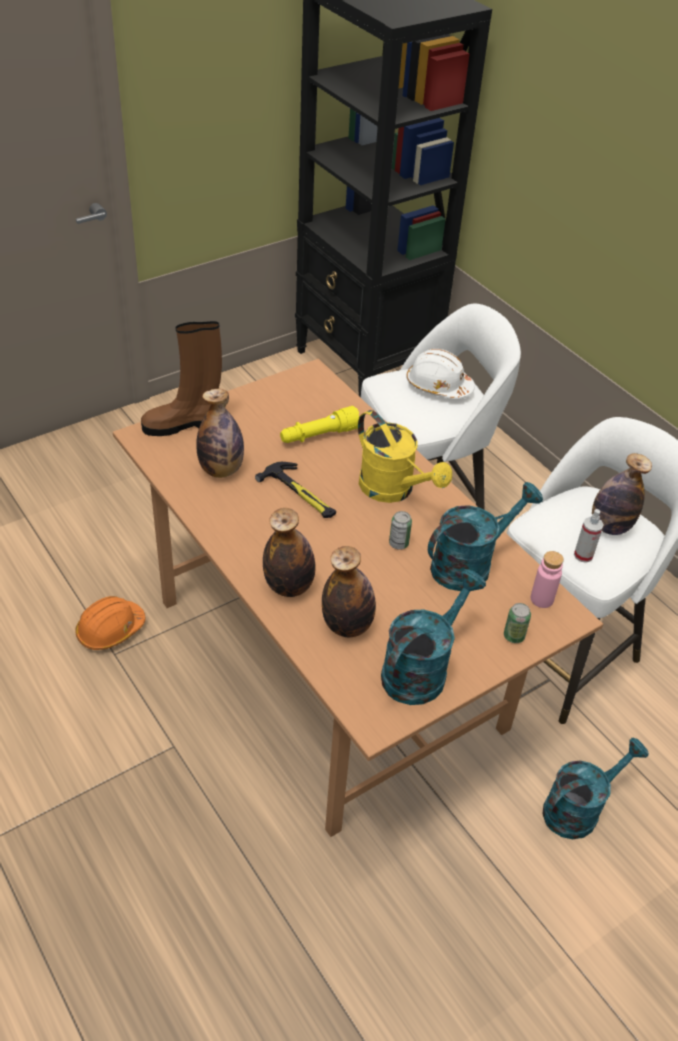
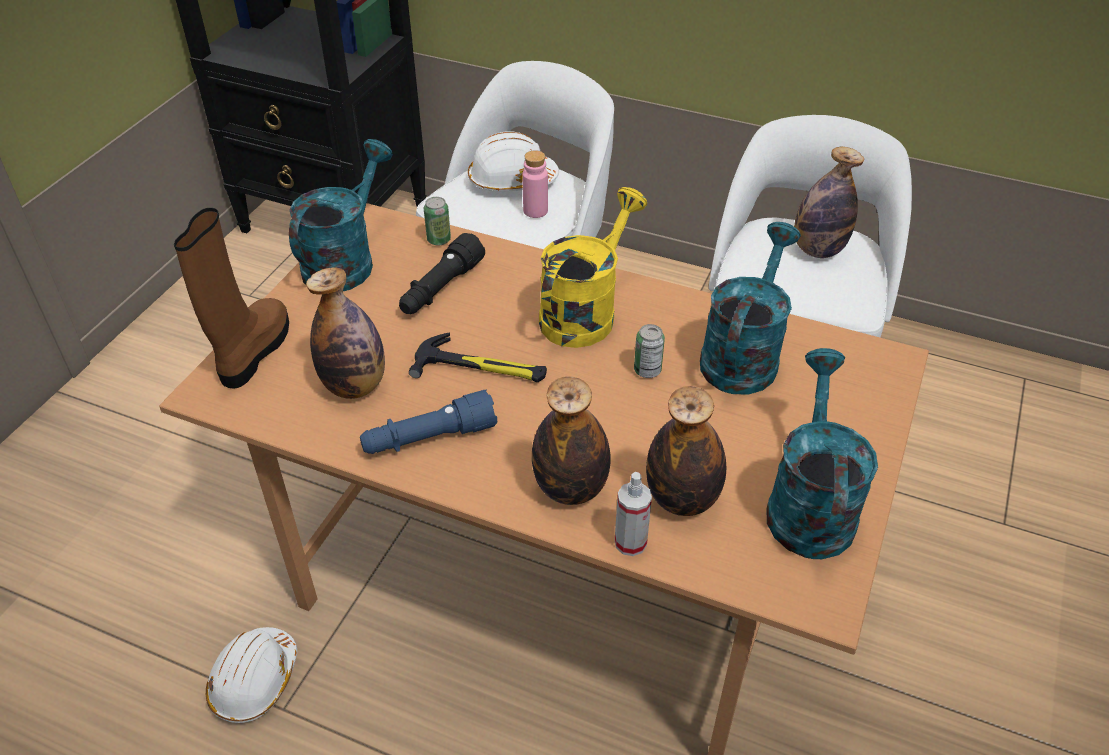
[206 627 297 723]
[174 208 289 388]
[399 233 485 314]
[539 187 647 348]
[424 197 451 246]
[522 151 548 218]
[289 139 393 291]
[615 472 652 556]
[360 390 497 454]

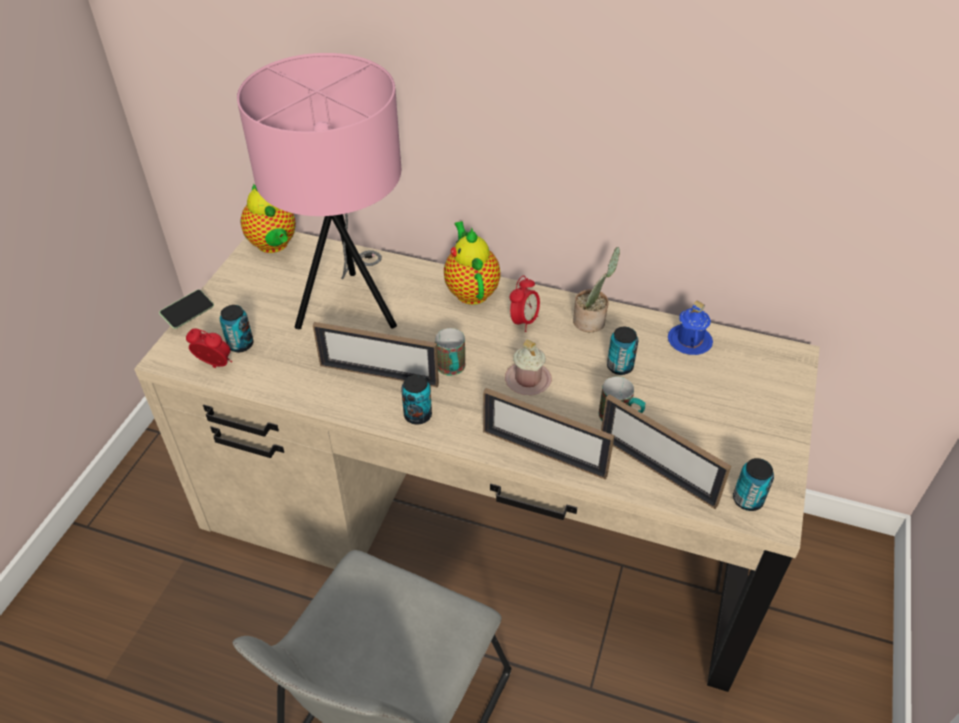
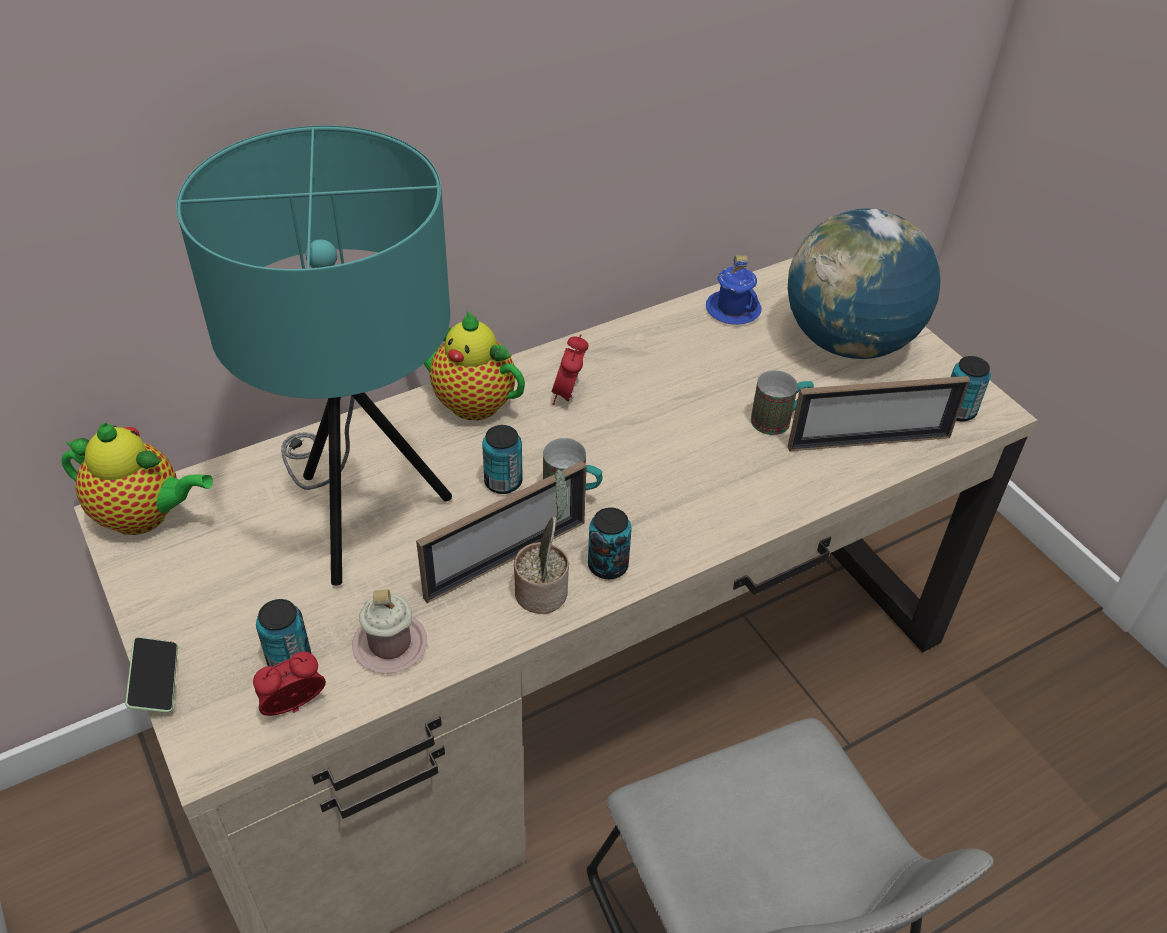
[176 125 452 586]
[483 388 615 480] (first image)
[352 589 427 674]
[552 334 589 405]
[514 469 569 614]
[482 425 523 494]
[788 208 940 359]

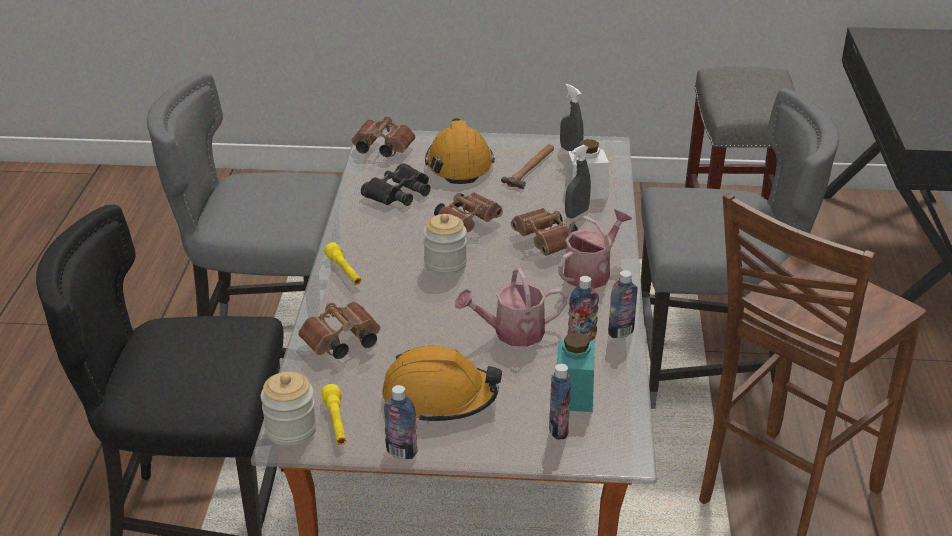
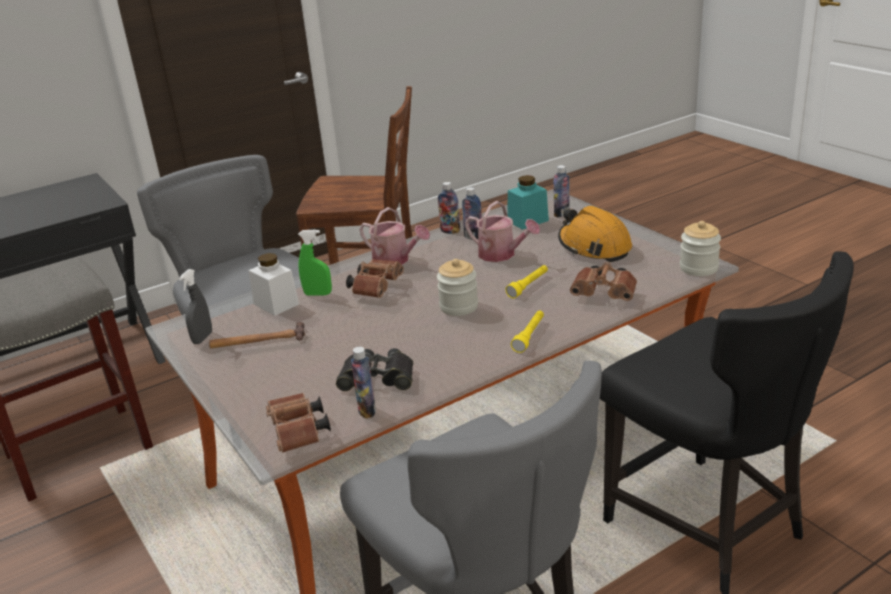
[506 265 548 298]
[351 347 376 419]
[425 118 495 184] (first image)
[434 192 503 232] (first image)
[359 207 430 265]
[298 229 332 296]

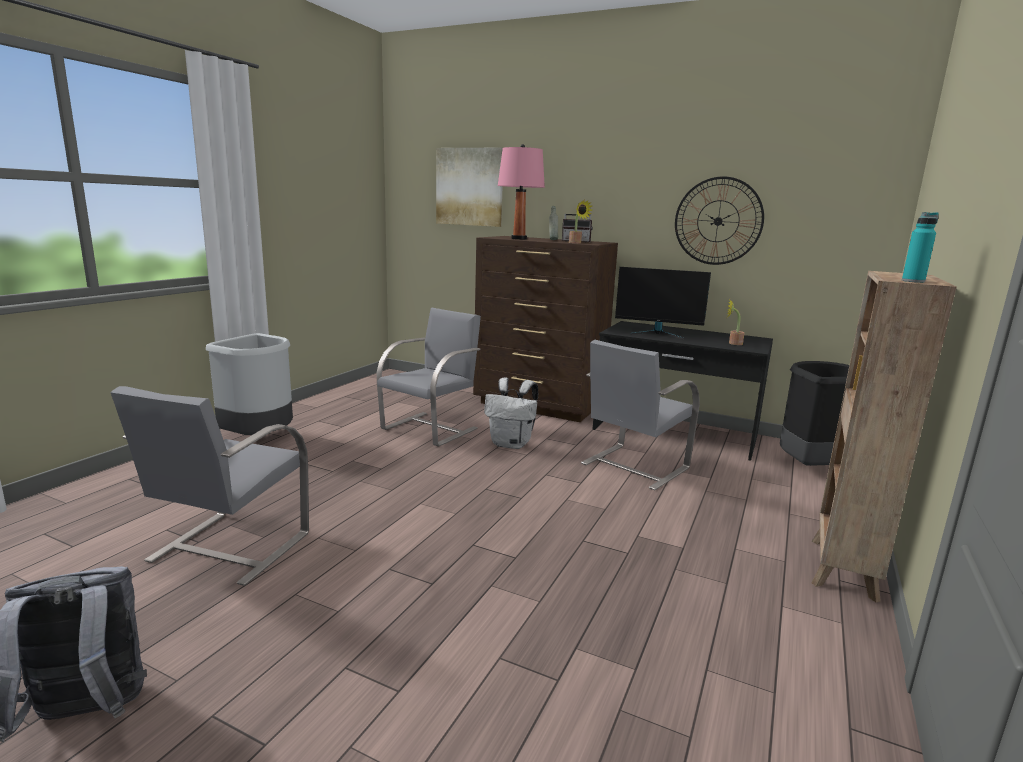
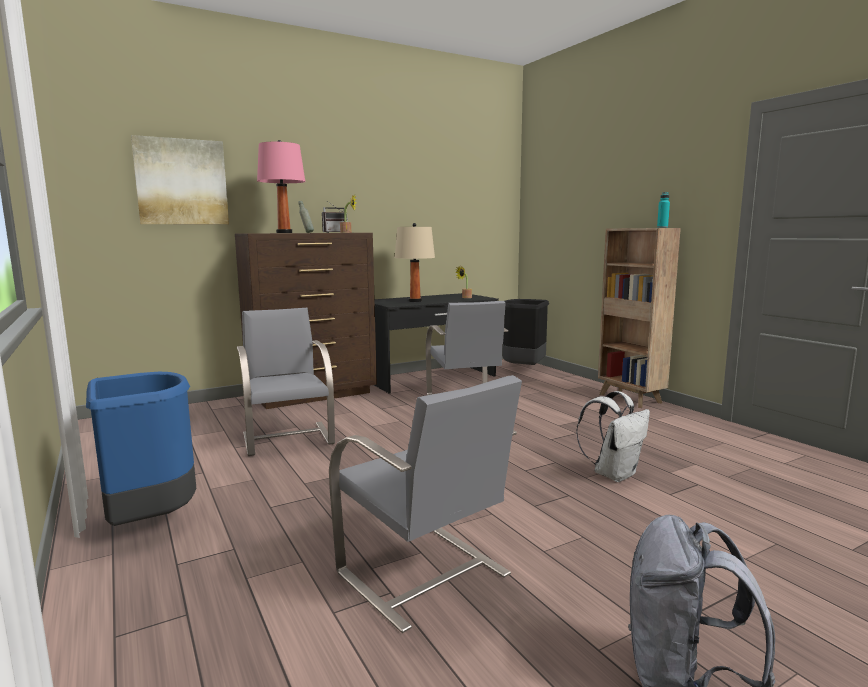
[86 372 196 526]
[576 391 650 482]
[395 223 435 302]
[675 176 764 265] (first image)

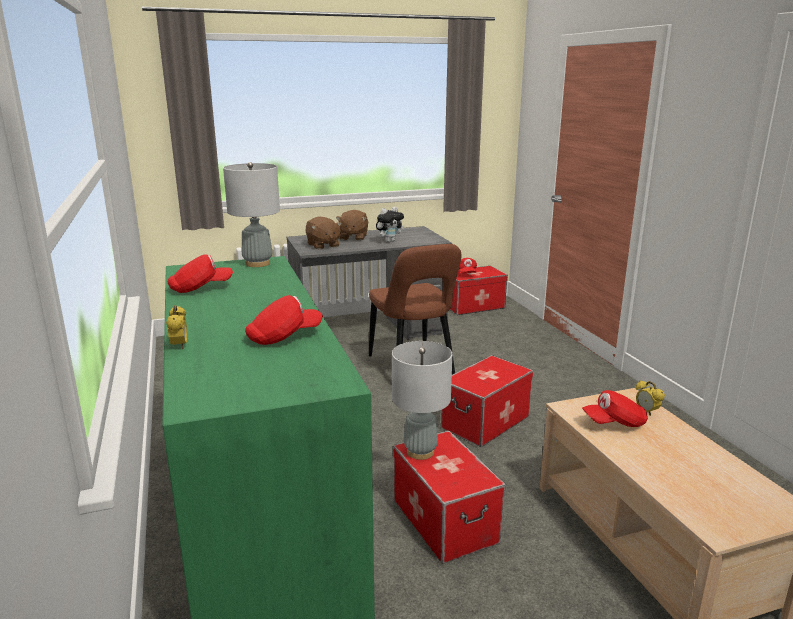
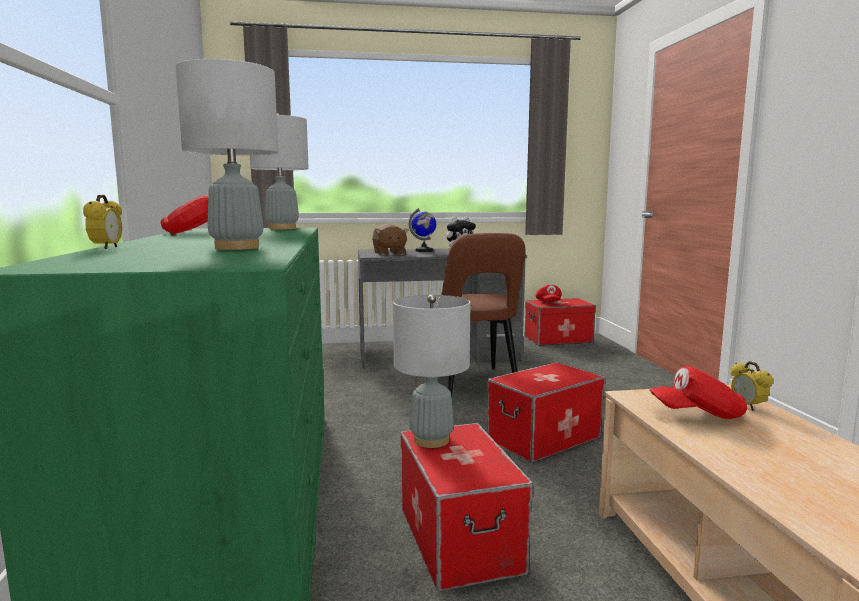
[176 59 278 250]
[409 208 436 252]

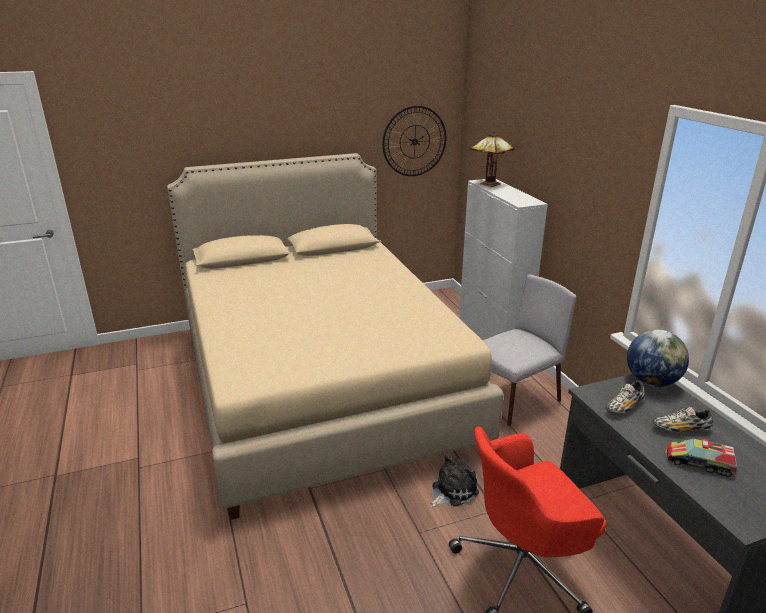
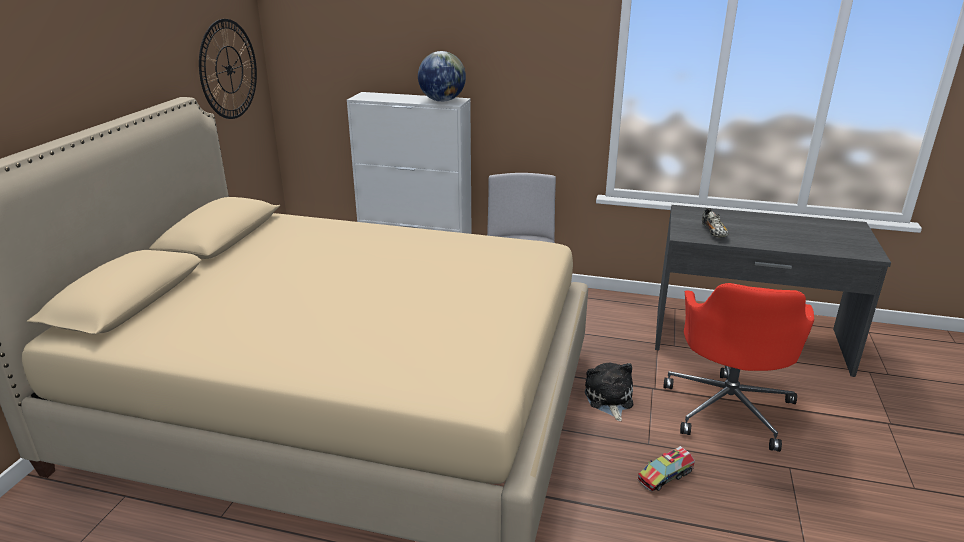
[470 132 515 187] (first image)
[418 51 466 102]
[653 407 713 433] (first image)
[638 446 695 491]

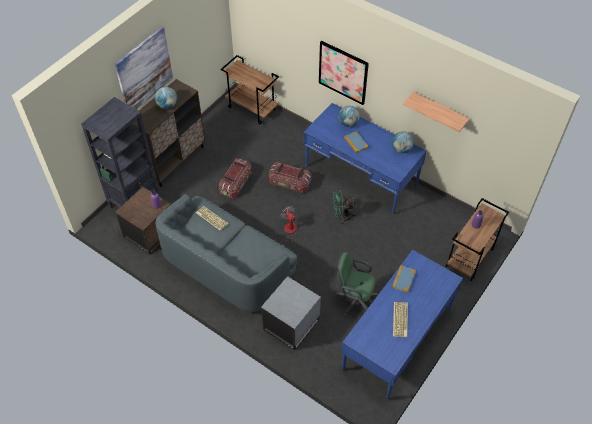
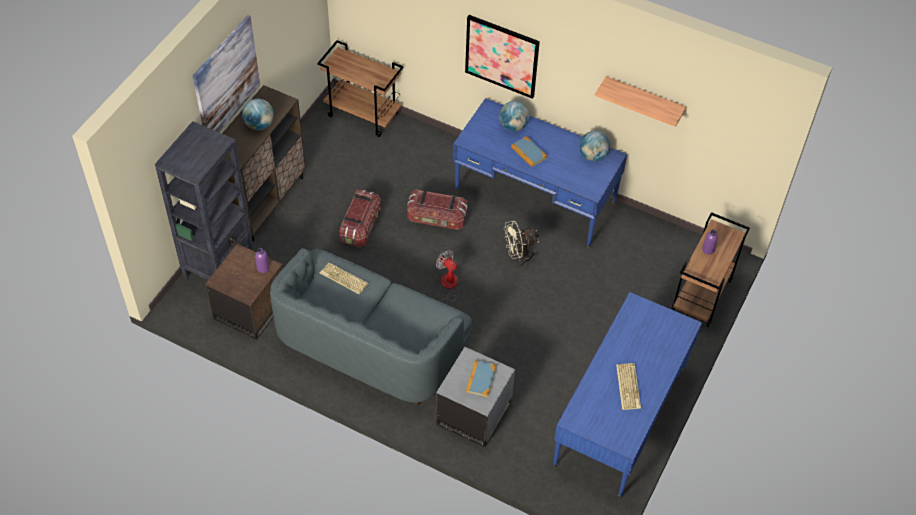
[504 221 539 268]
[336 252 378 317] (first image)
[466 360 497 398]

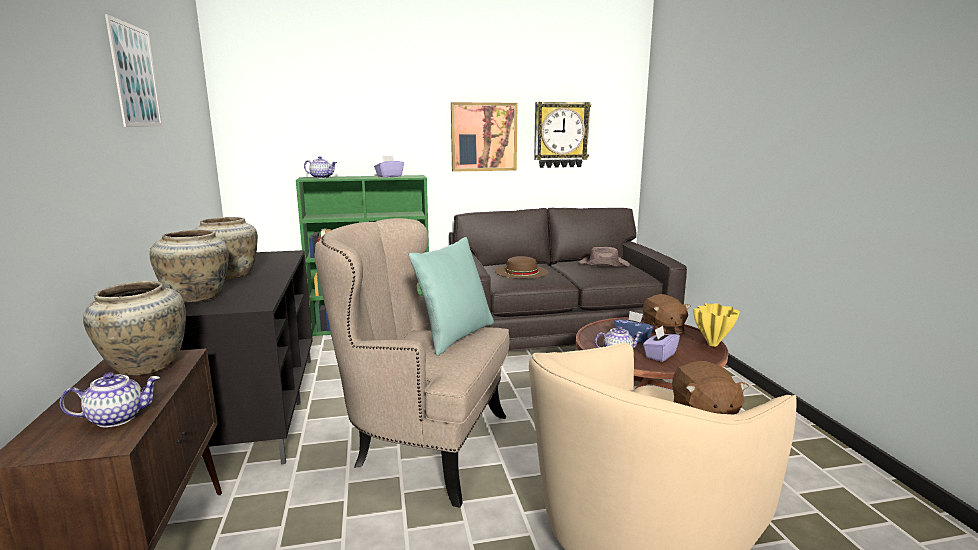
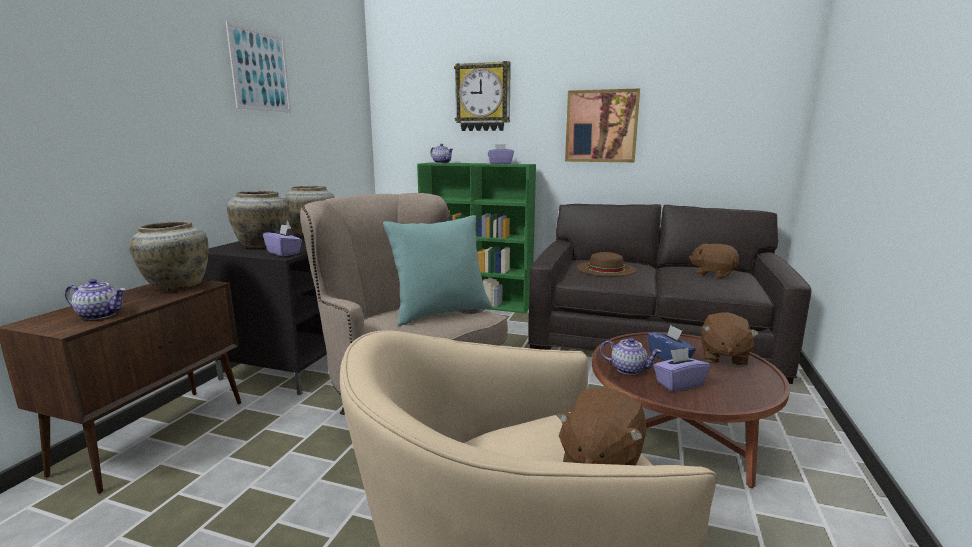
[454 61 511 131]
[689 243 739 279]
[693 303 740 347] (first image)
[263 224 302 256]

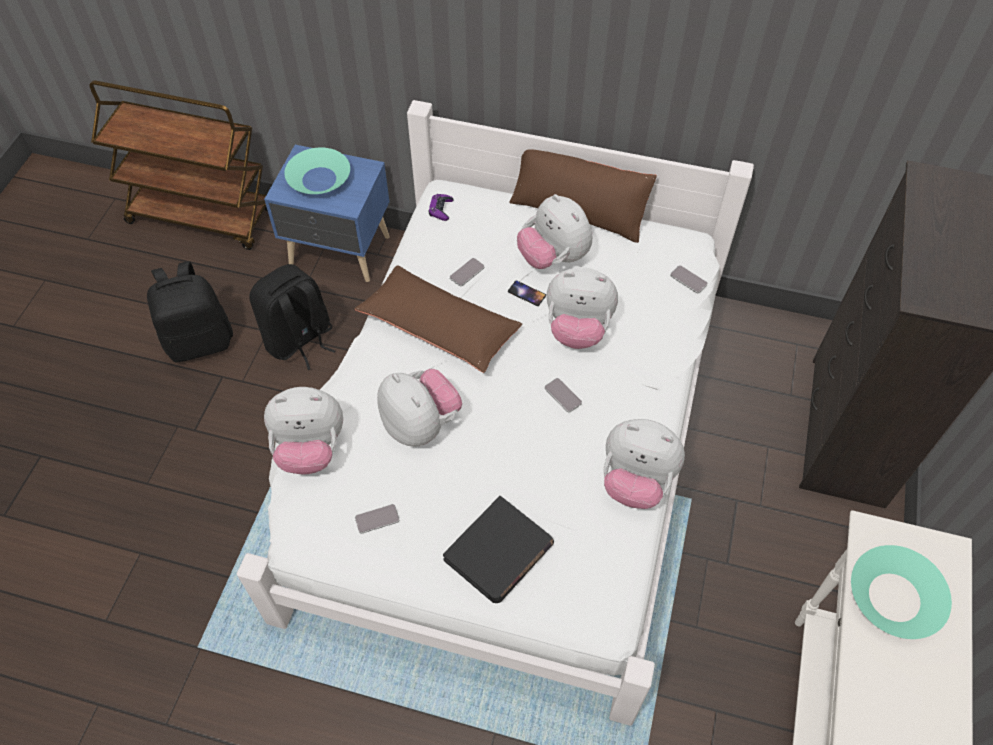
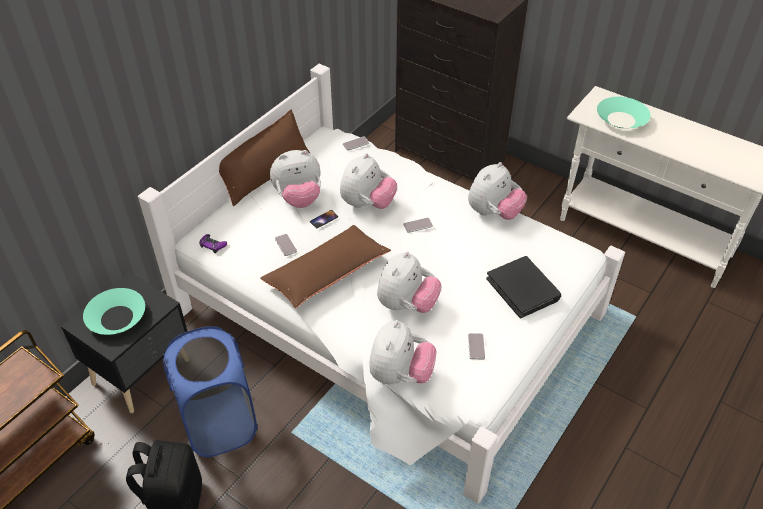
[163 326 257 457]
[61 272 188 413]
[377 251 441 313]

